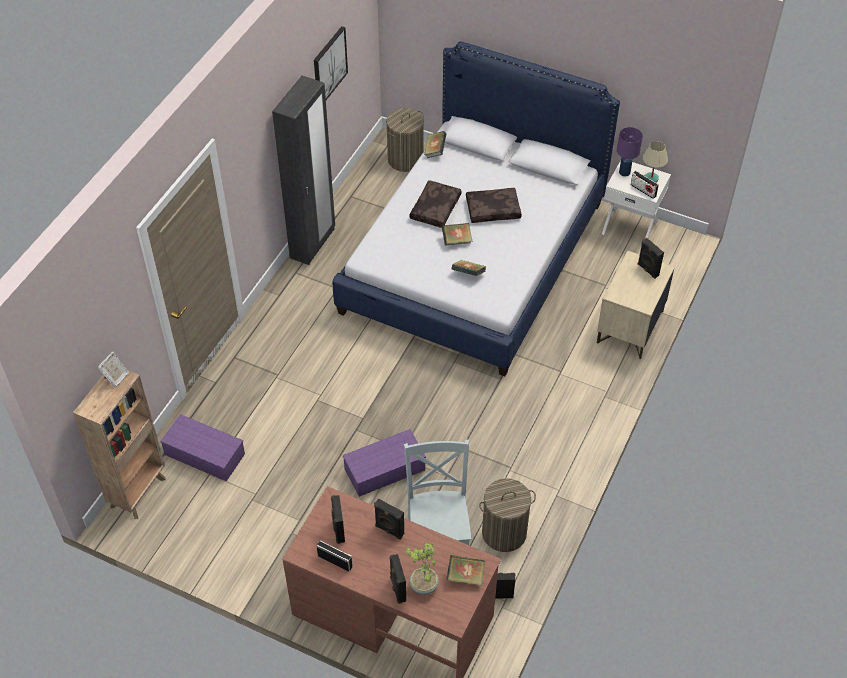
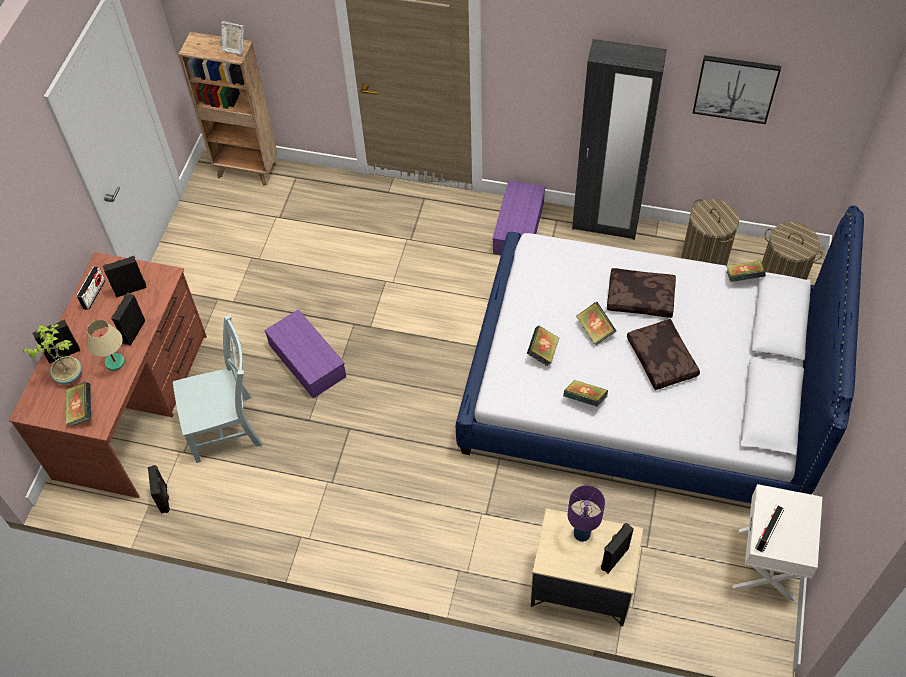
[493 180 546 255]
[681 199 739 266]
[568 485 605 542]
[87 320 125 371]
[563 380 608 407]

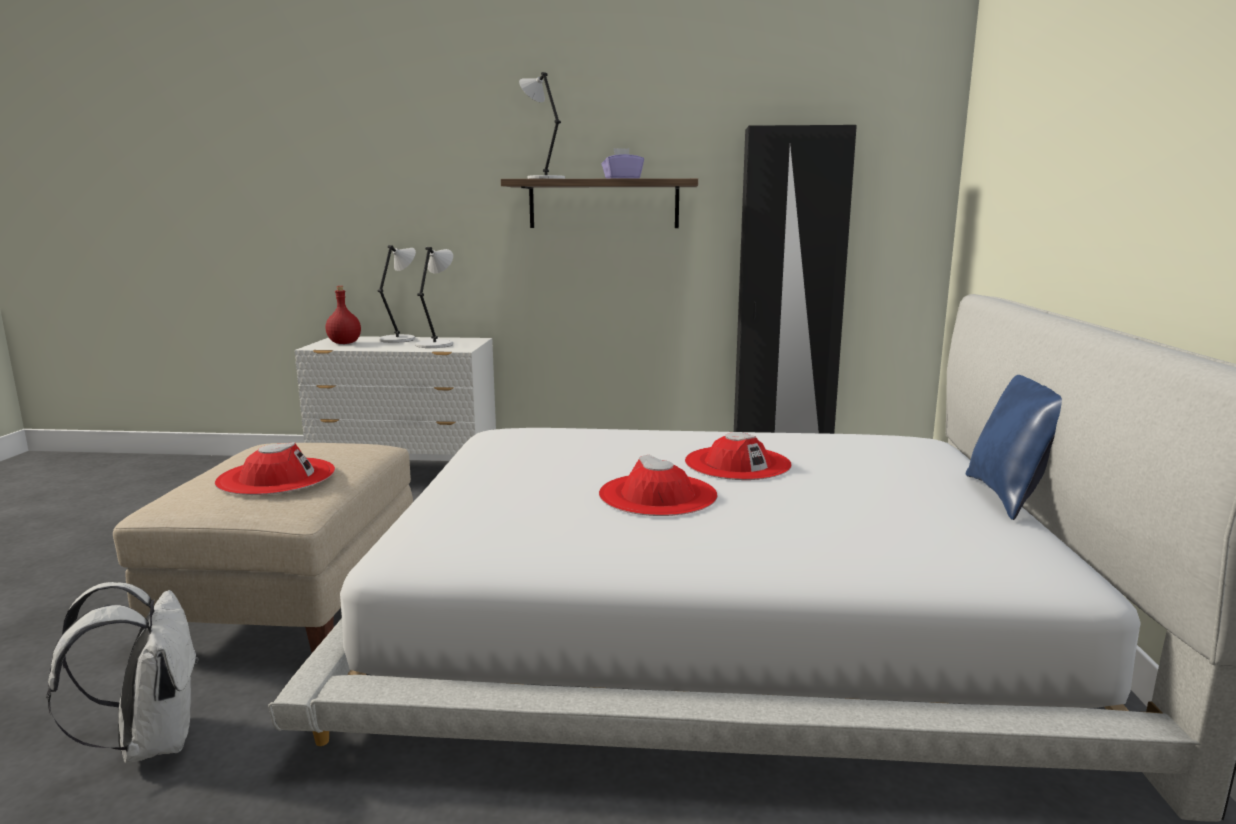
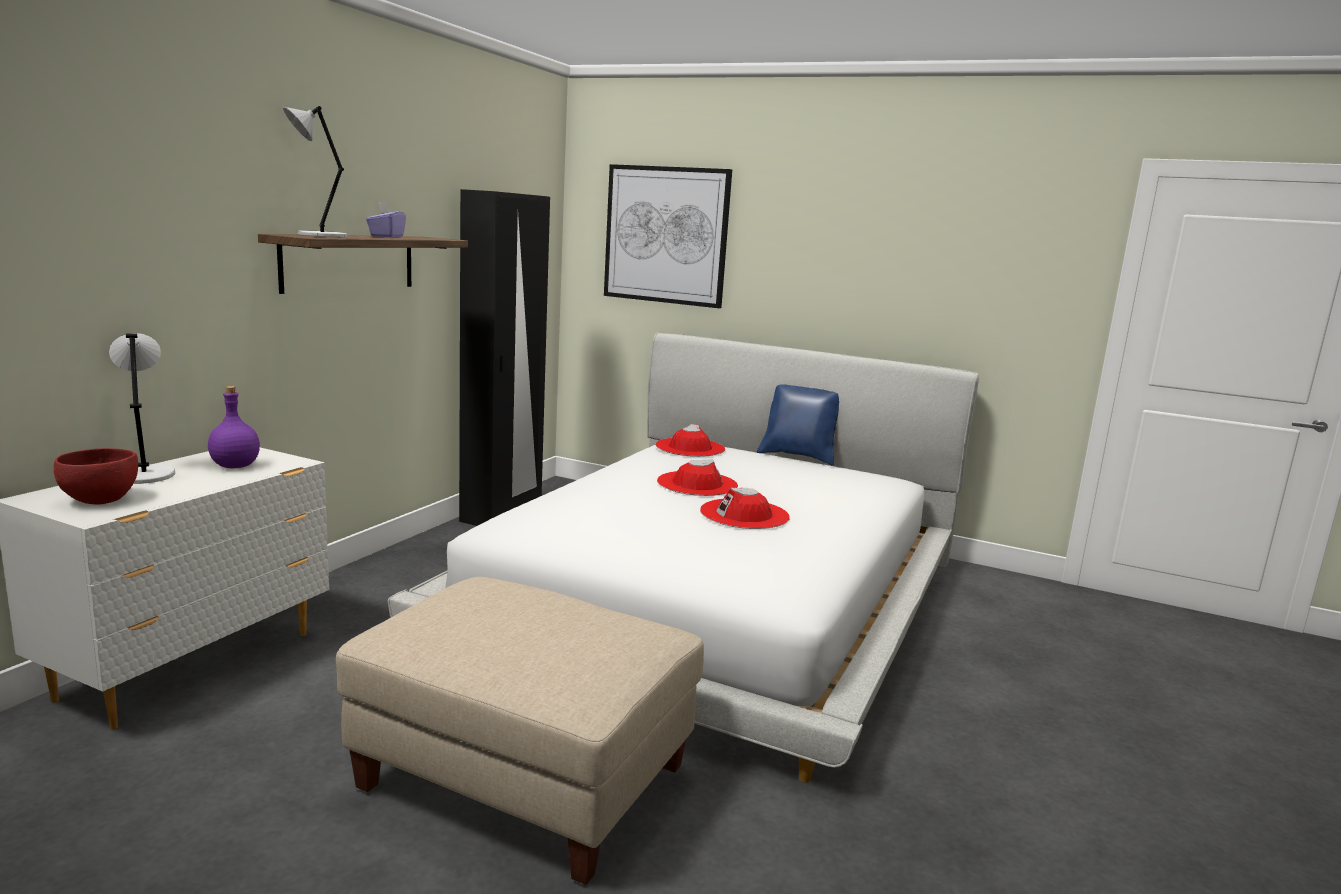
[46 582 199 764] (first image)
[655 424 725 457]
[54 448 138 504]
[208 386 260 468]
[604 164 732 308]

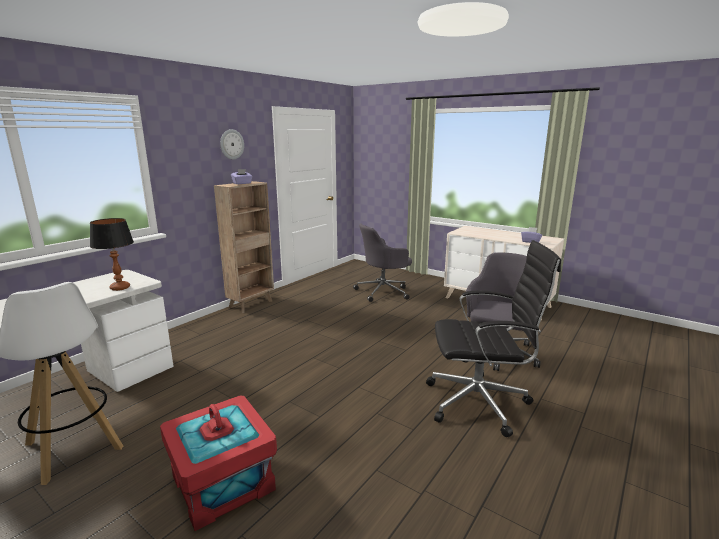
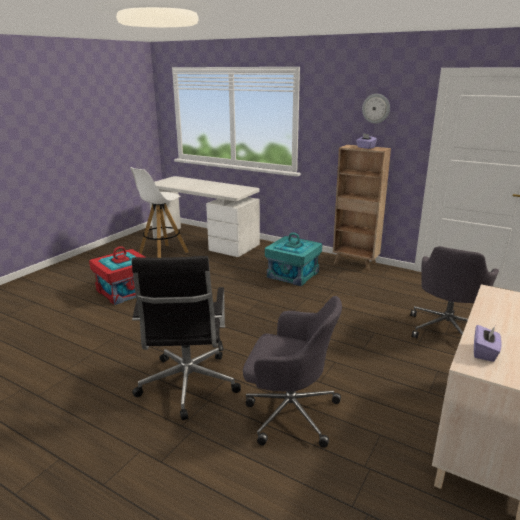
[90 218 134 291] (first image)
[410 246 499 338]
[265 233 322 286]

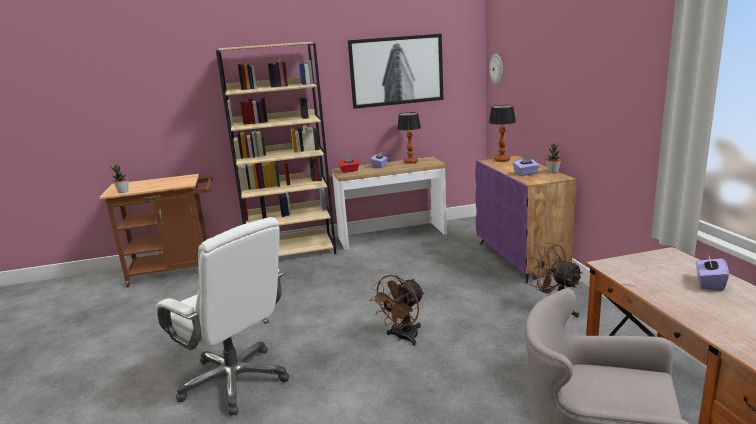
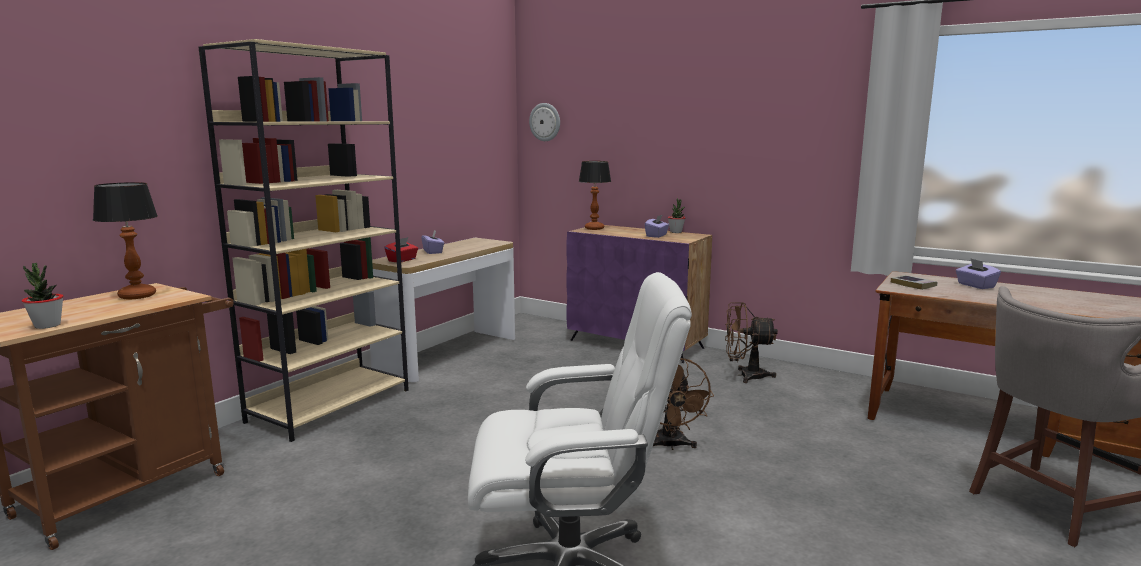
[348 34 444 109] (first image)
[93 182 158 299]
[891 275 937 290]

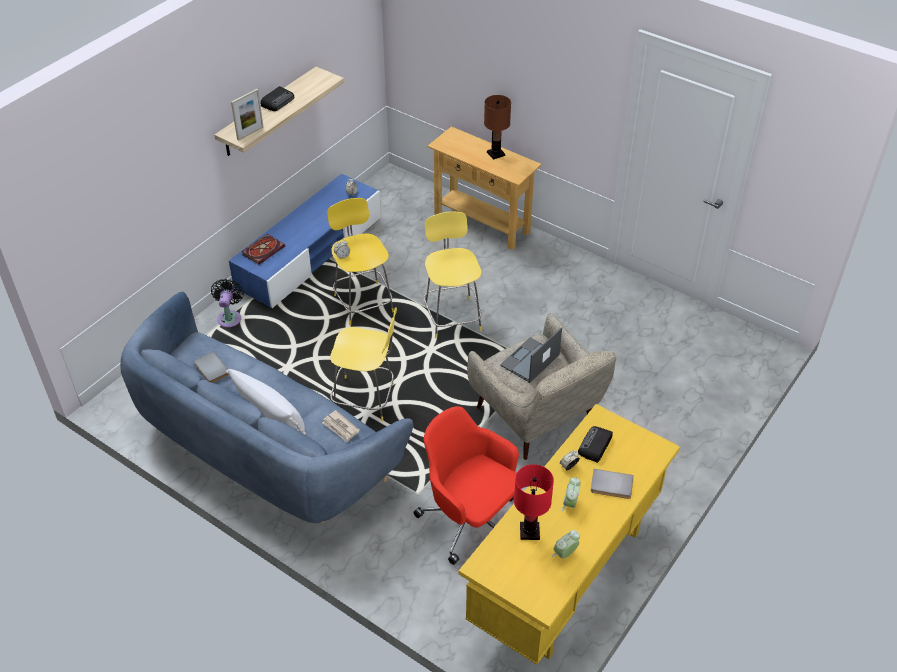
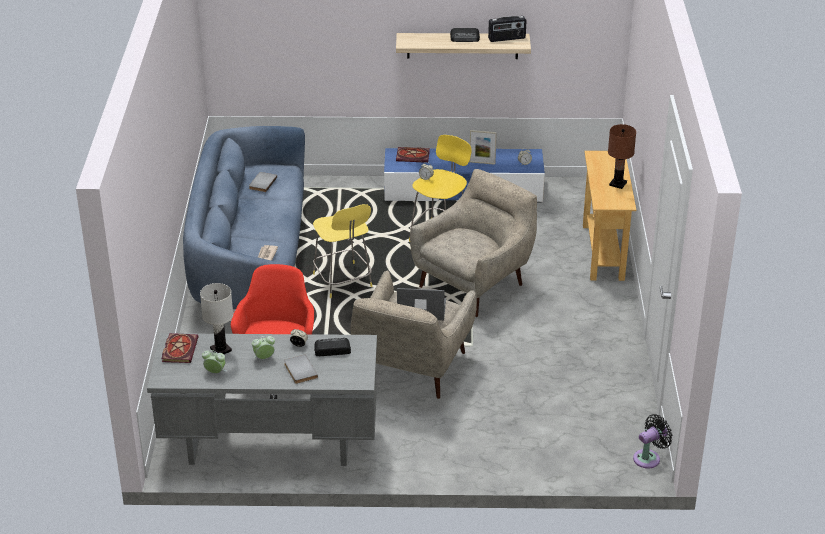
[633 414 672 469]
[226 369 306 435] (first image)
[469 130 497 165]
[410 169 537 317]
[147 333 377 466]
[200 283 233 354]
[161 333 199 363]
[488 16 527 42]

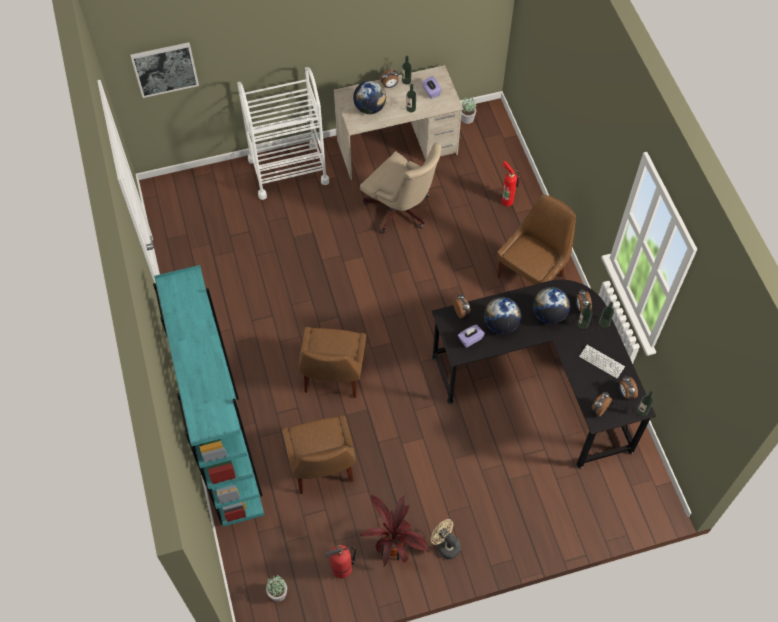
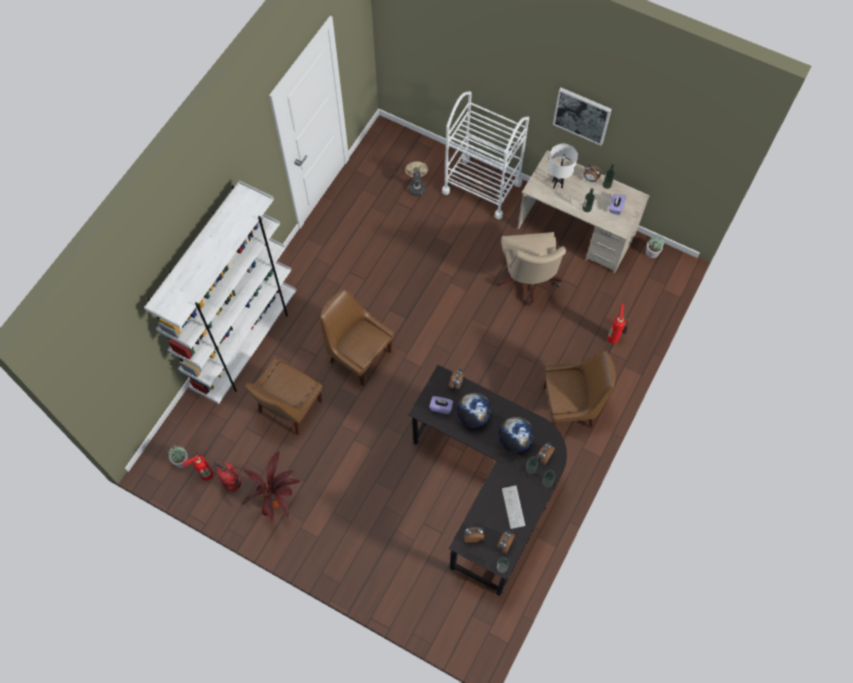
[553 88 612 146]
[144 181 296 404]
[320 290 394 386]
[548 144 578 189]
[405 162 428 196]
[183 452 213 481]

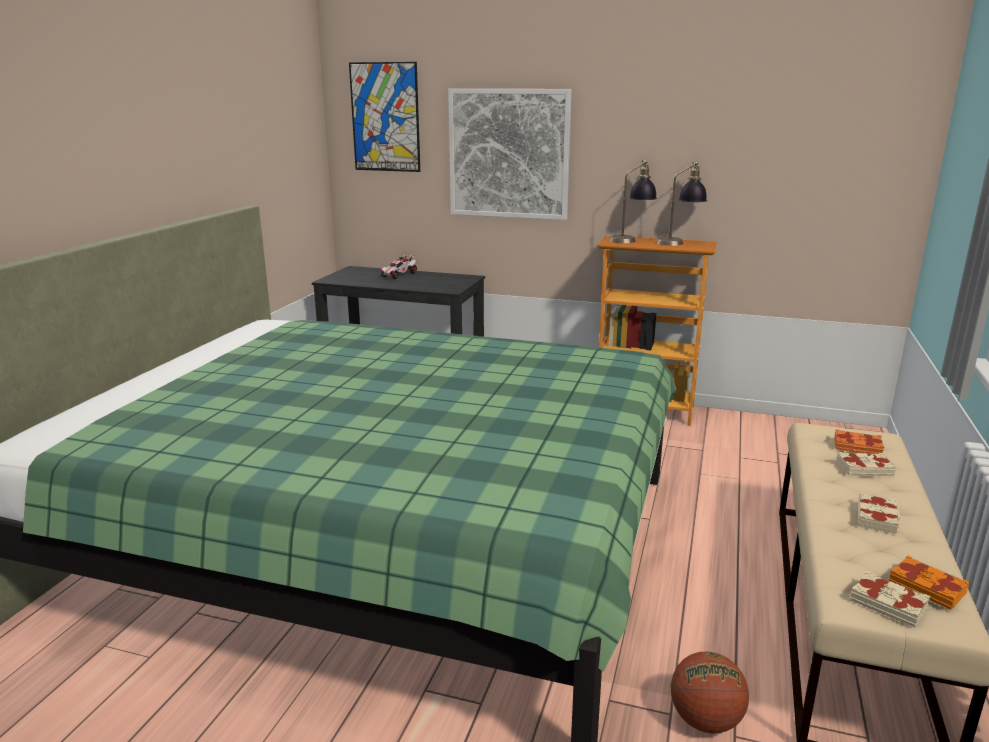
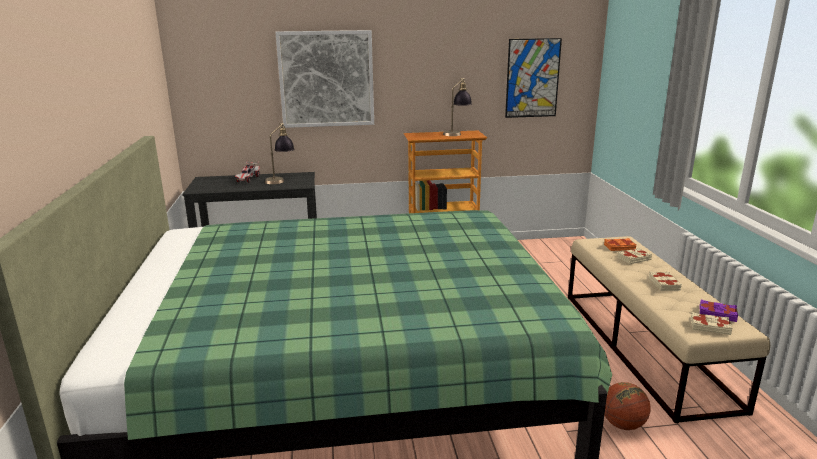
[505 38 562 118]
[265 123 294 184]
[700 300 738 322]

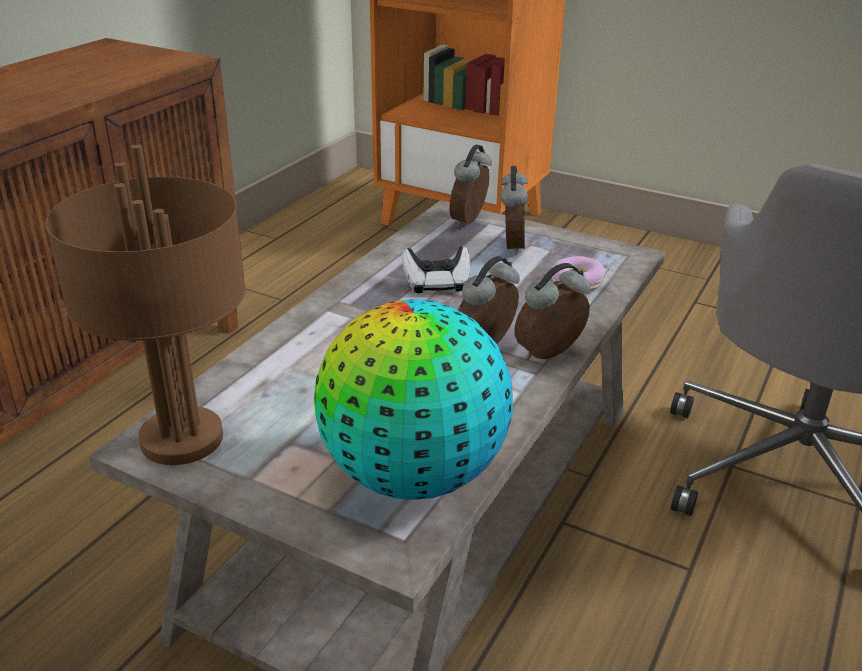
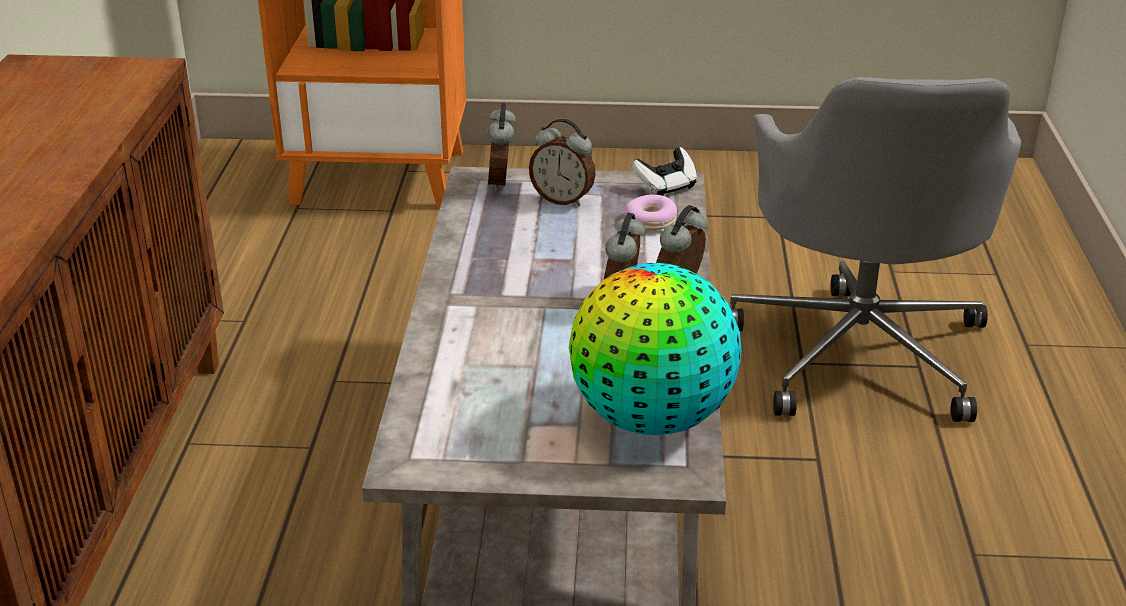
[46 145 246 465] (first image)
[631 147 697 196]
[529 119 596 206]

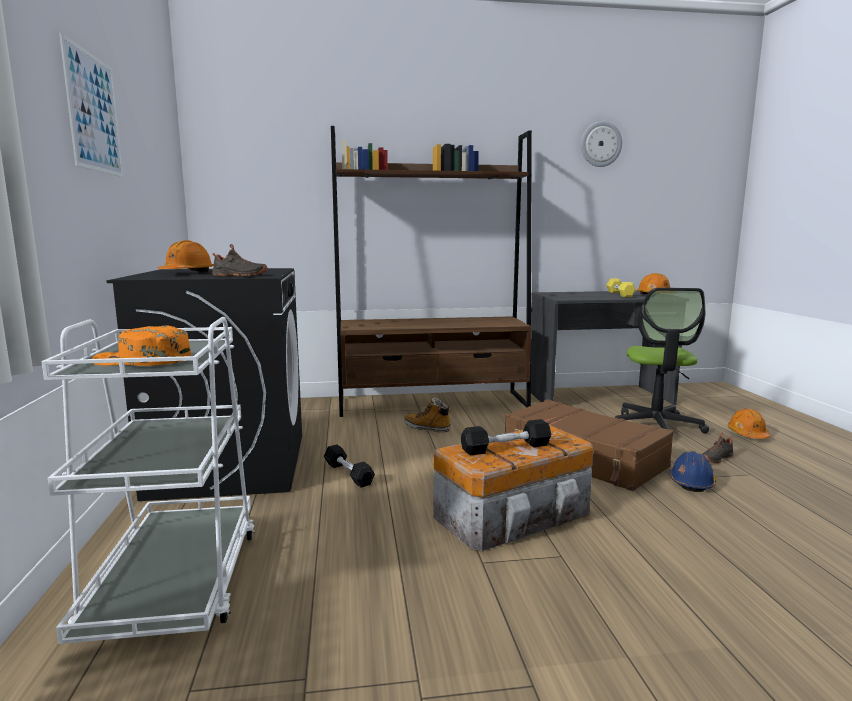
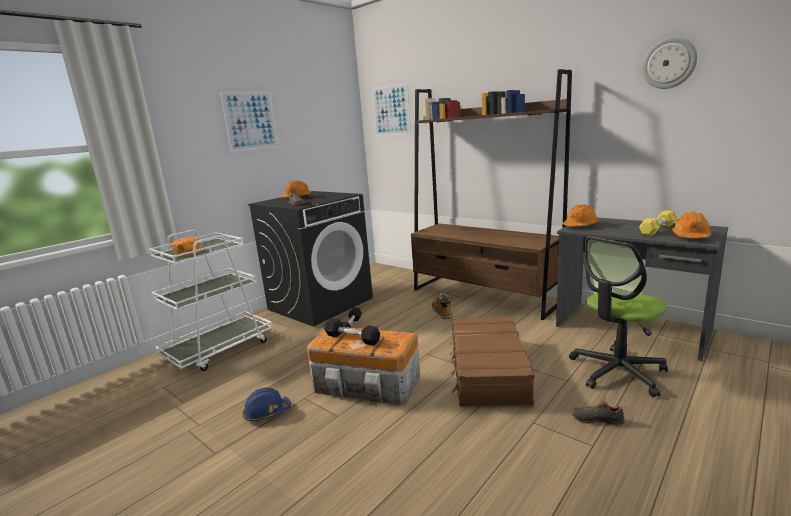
[243 387 291 421]
[563 204 598 227]
[372 83 411 136]

